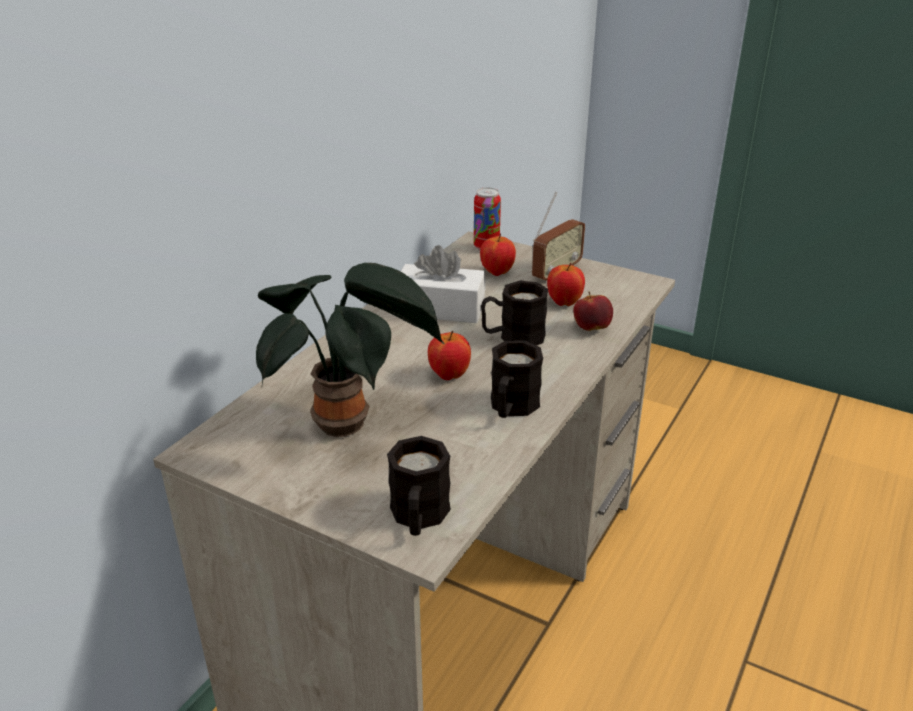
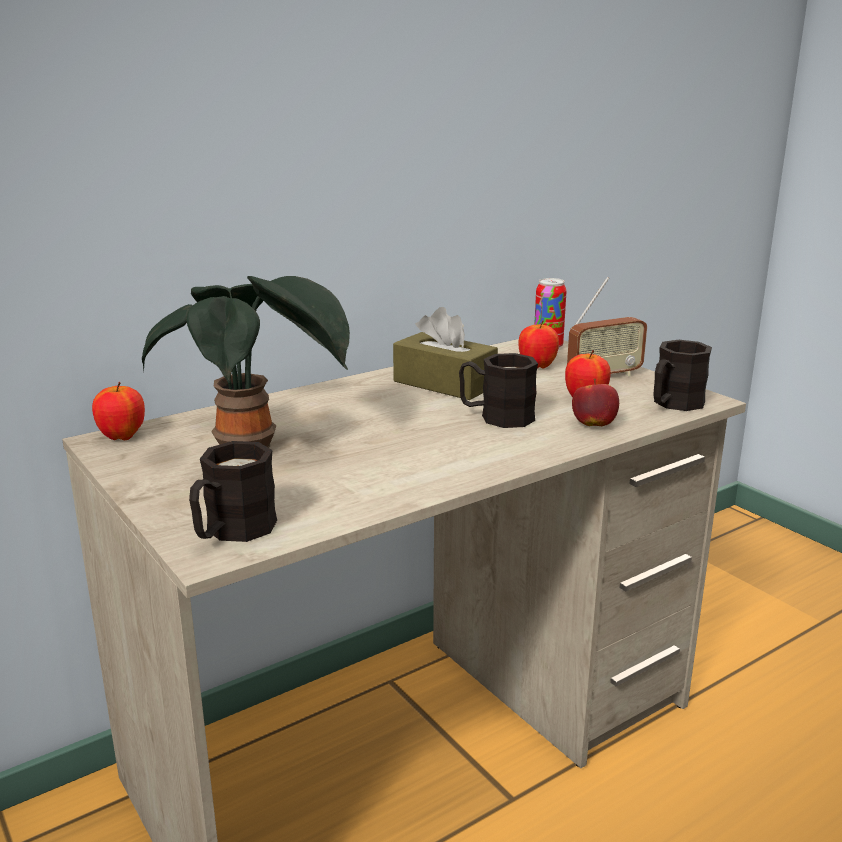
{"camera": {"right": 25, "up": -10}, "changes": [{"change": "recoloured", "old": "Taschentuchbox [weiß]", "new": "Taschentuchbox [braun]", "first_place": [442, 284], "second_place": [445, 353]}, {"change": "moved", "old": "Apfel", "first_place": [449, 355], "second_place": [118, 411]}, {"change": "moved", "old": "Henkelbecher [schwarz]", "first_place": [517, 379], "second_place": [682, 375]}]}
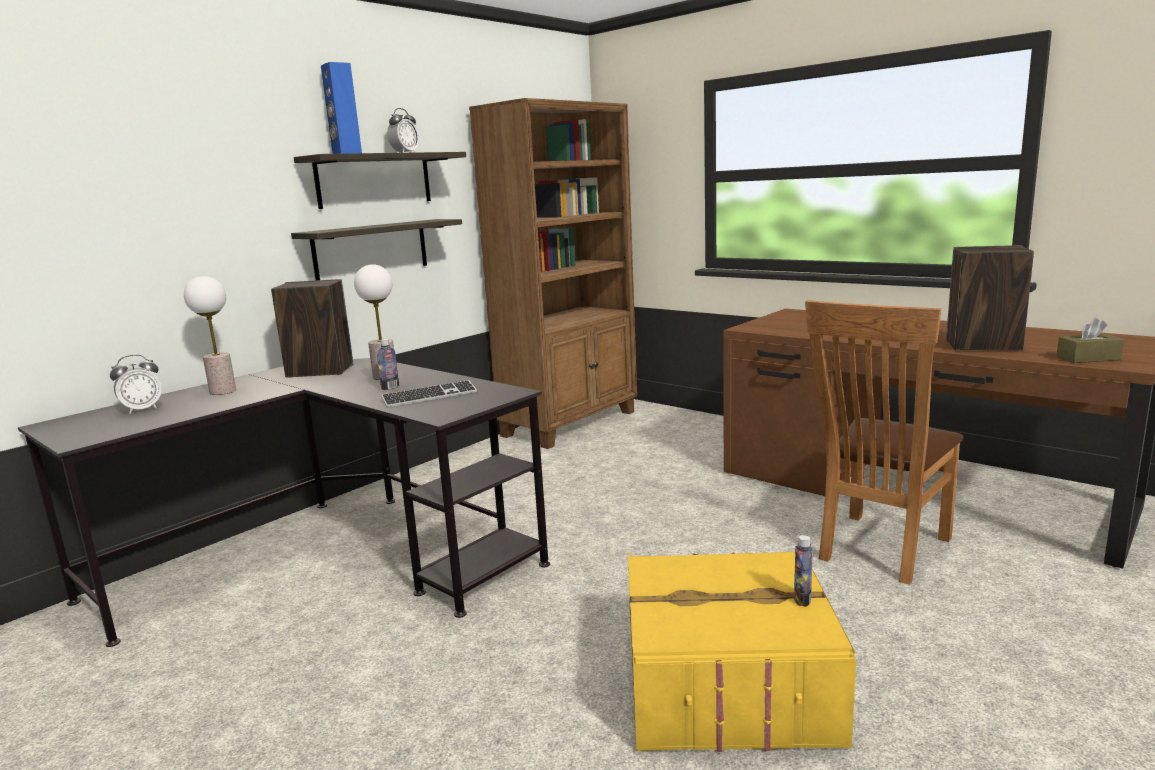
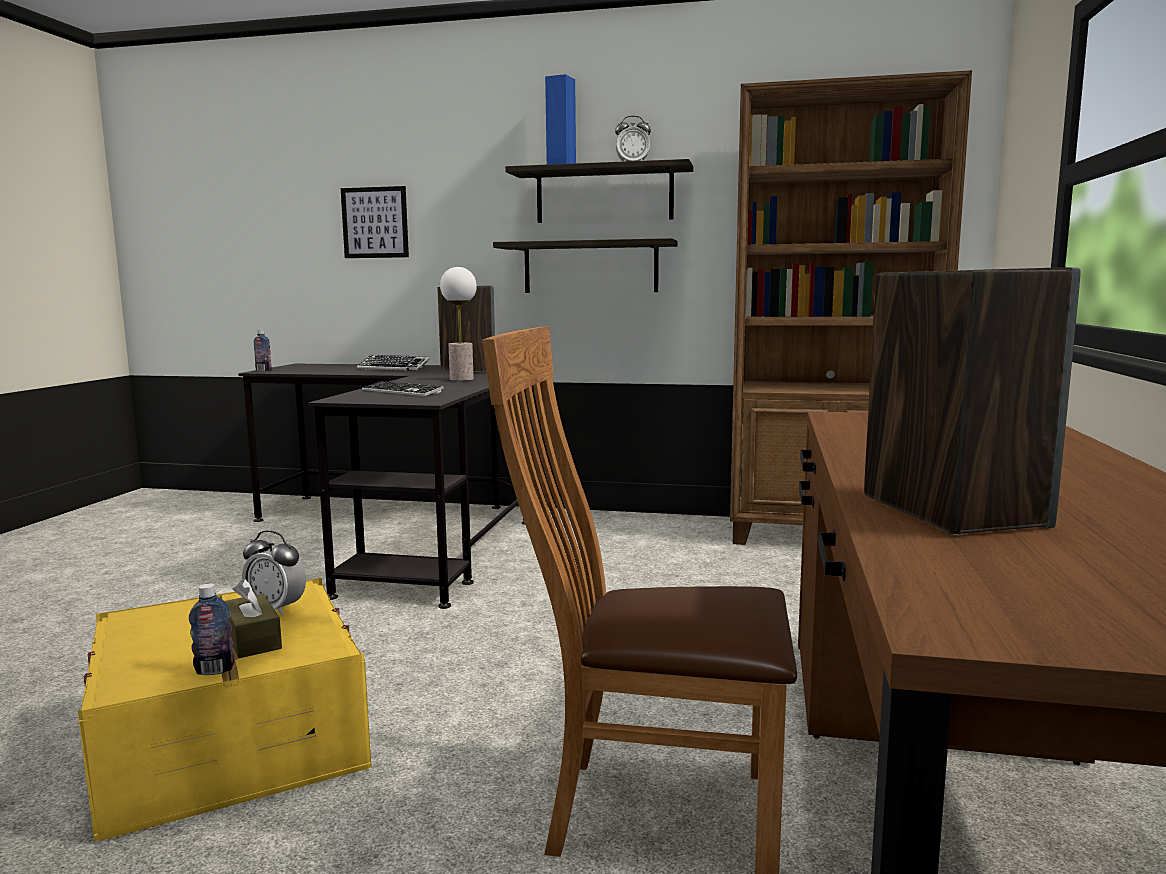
{"camera": {"right": 60, "up": -5}, "changes": [{"change": "moved", "old": "Wecker", "first_place": [136, 384], "second_place": [274, 573]}, {"change": "replaced", "old": "Tischlampe", "new": "Tastatur", "first_place": [210, 335], "second_place": [393, 363]}, {"change": "moved", "old": "Flasche", "first_place": [388, 364], "second_place": [263, 350]}, {"change": "moved", "old": "Taschentuchbox [braun]", "first_place": [1090, 340], "second_place": [253, 618]}, {"change": "added", "new": "Bild", "second_place": [375, 222]}]}
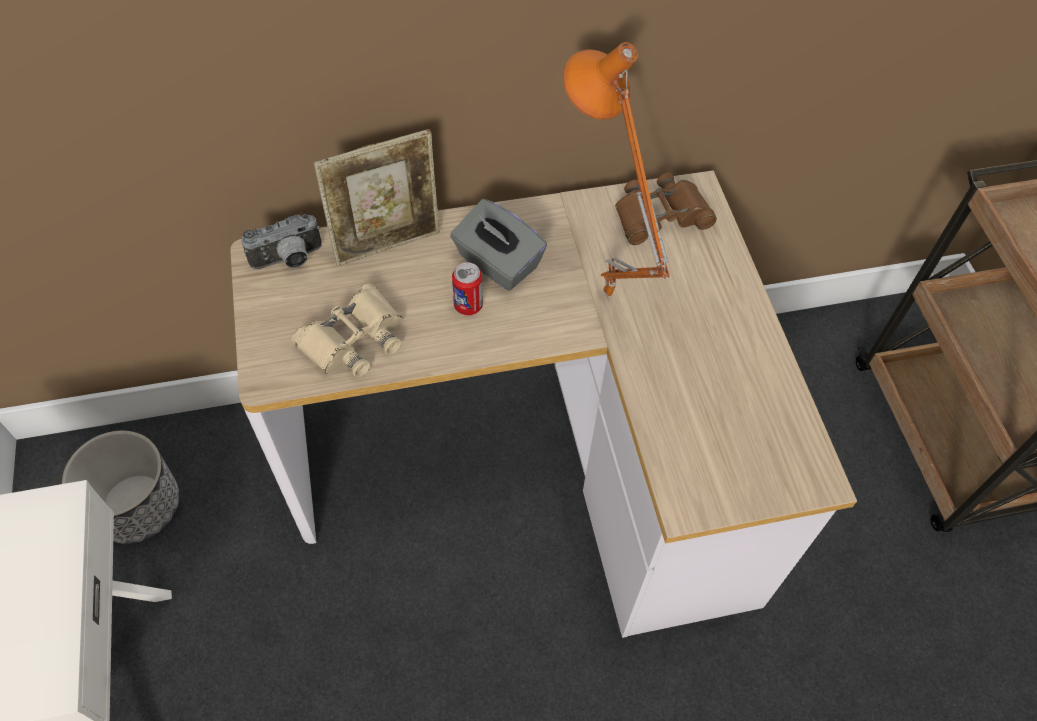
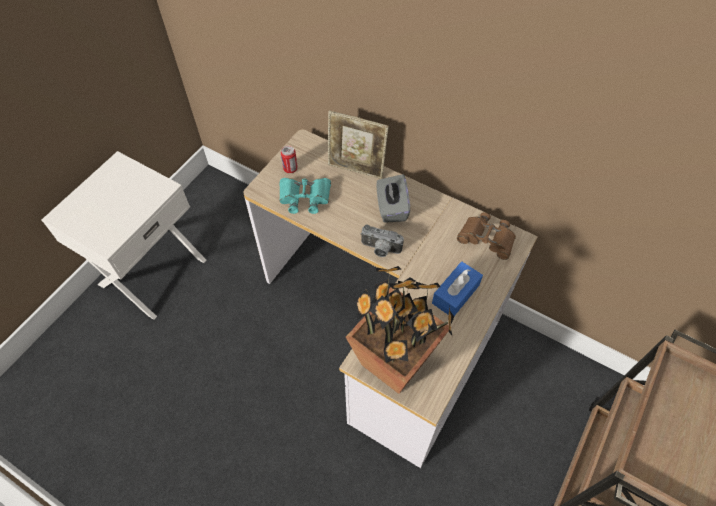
{"camera": {"right": 45, "up": 0}, "changes": [{"change": "removed", "old": "Pflanzkübel", "first_place": [120, 487]}, {"change": "moved", "old": "Kamera", "first_place": [281, 242], "second_place": [382, 241]}, {"change": "recoloured", "old": "Fernglas [beige]", "new": "Fernglas [türkis]", "first_place": [346, 330], "second_place": [305, 196]}, {"change": "moved", "old": "Dose", "first_place": [467, 288], "second_place": [289, 159]}, {"change": "removed", "old": "Tischlampe [orange]", "first_place": [616, 171]}, {"change": "added", "new": "Topfpflanze", "second_place": [400, 330]}, {"change": "added", "new": "Taschentuchbox [blau]", "second_place": [457, 288]}]}
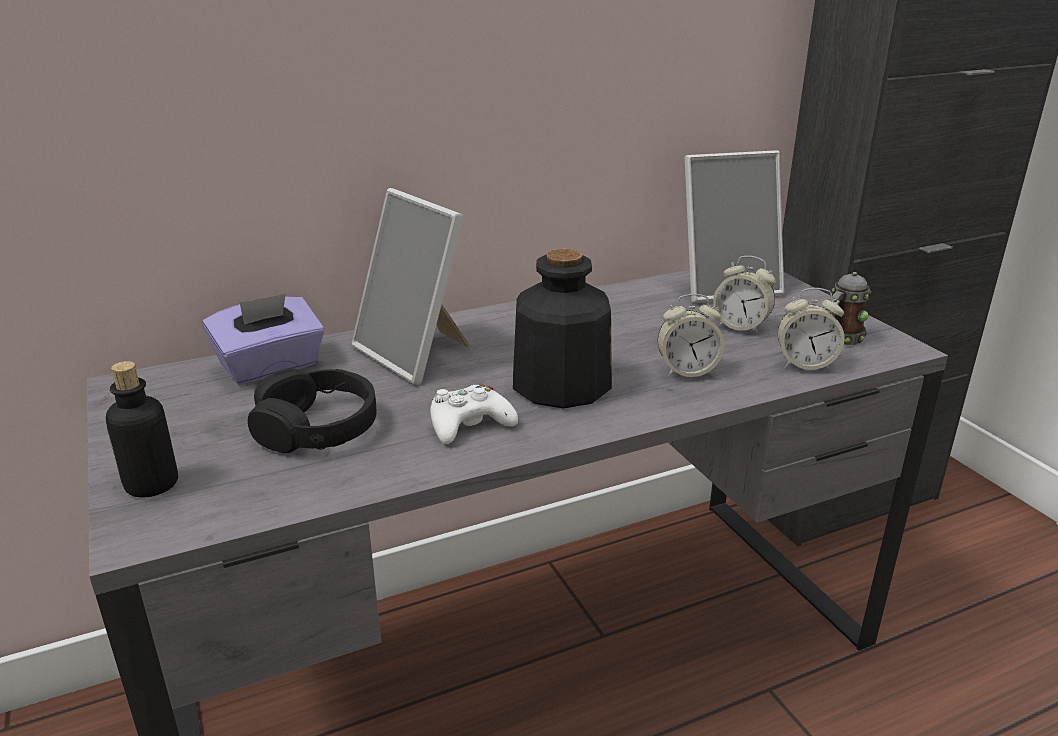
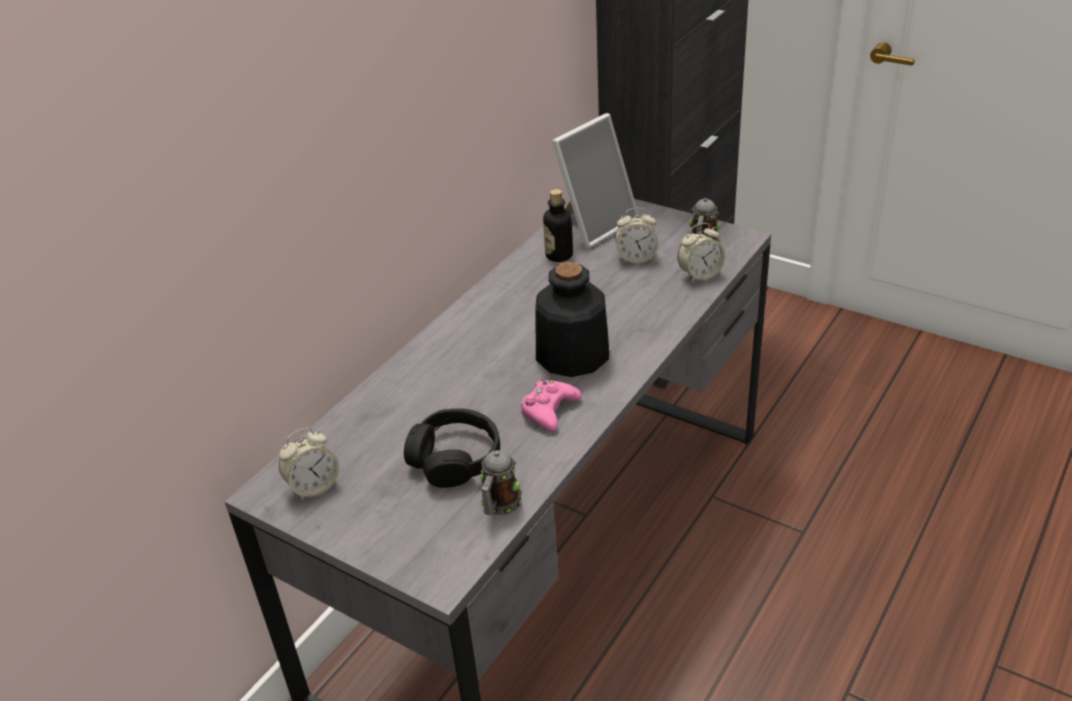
{"camera": {"right": -30, "up": 10}, "changes": [{"change": "moved", "old": "Flasche", "first_place": [142, 429], "second_place": [558, 225]}, {"change": "removed", "old": "Taschentuchbox [lila]", "first_place": [263, 339]}, {"change": "removed", "old": "Bilderrahmen", "first_place": [411, 286]}, {"change": "recoloured", "old": "Gamepad [weiß]", "new": "Gamepad [rosa]", "first_place": [474, 414], "second_place": [551, 405]}, {"change": "moved", "old": "Wecker", "first_place": [690, 335], "second_place": [309, 464]}, {"change": "added", "new": "Henkelbecher", "second_place": [501, 483]}]}
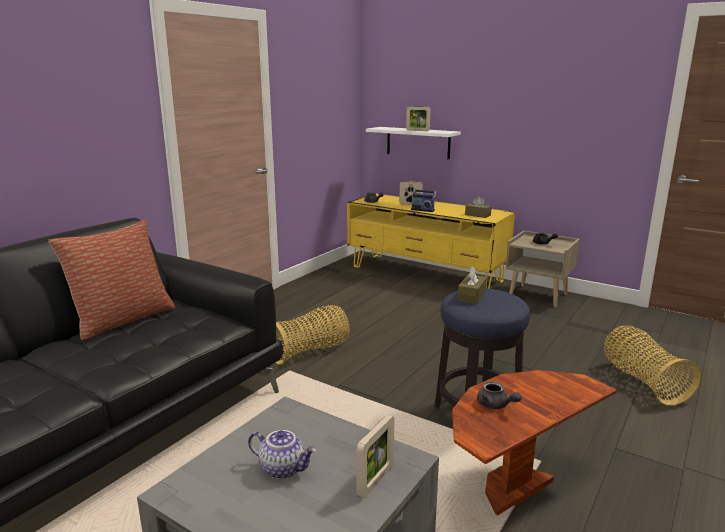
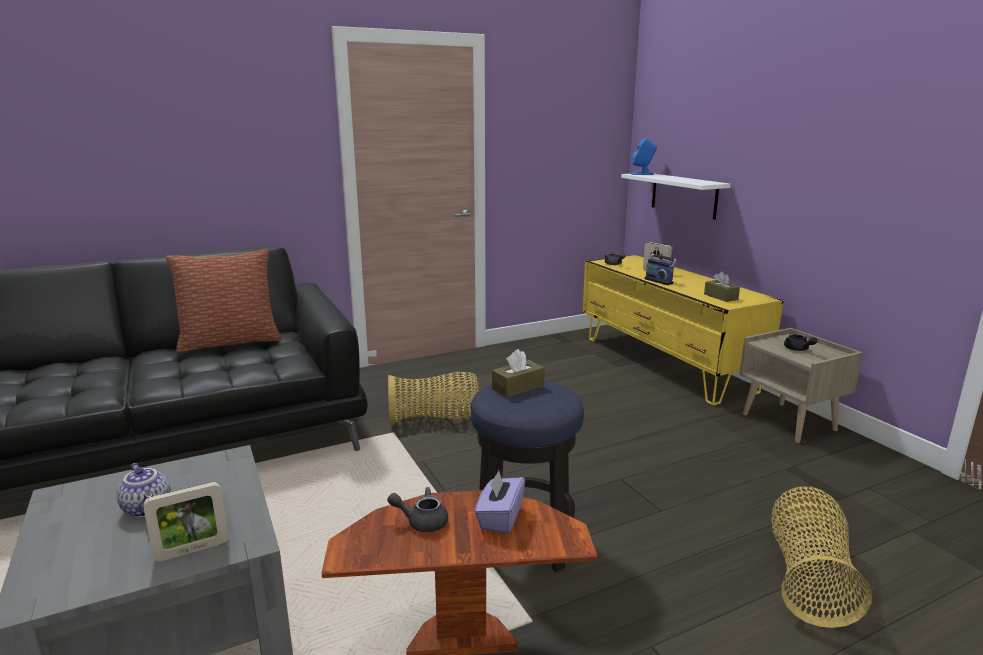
{"camera": {"right": 30, "up": 0}, "changes": [{"change": "removed", "old": "Bilderrahmen", "first_place": [418, 118]}, {"change": "turned", "old": "Teekanne [grau]", "first_place": [499, 395], "second_place": [417, 509], "degrees": 105}, {"change": "added", "new": "Taschentuchbox [lila]", "second_place": [500, 502]}, {"change": "added", "new": "Lautsprecher [blau]", "second_place": [644, 156]}]}
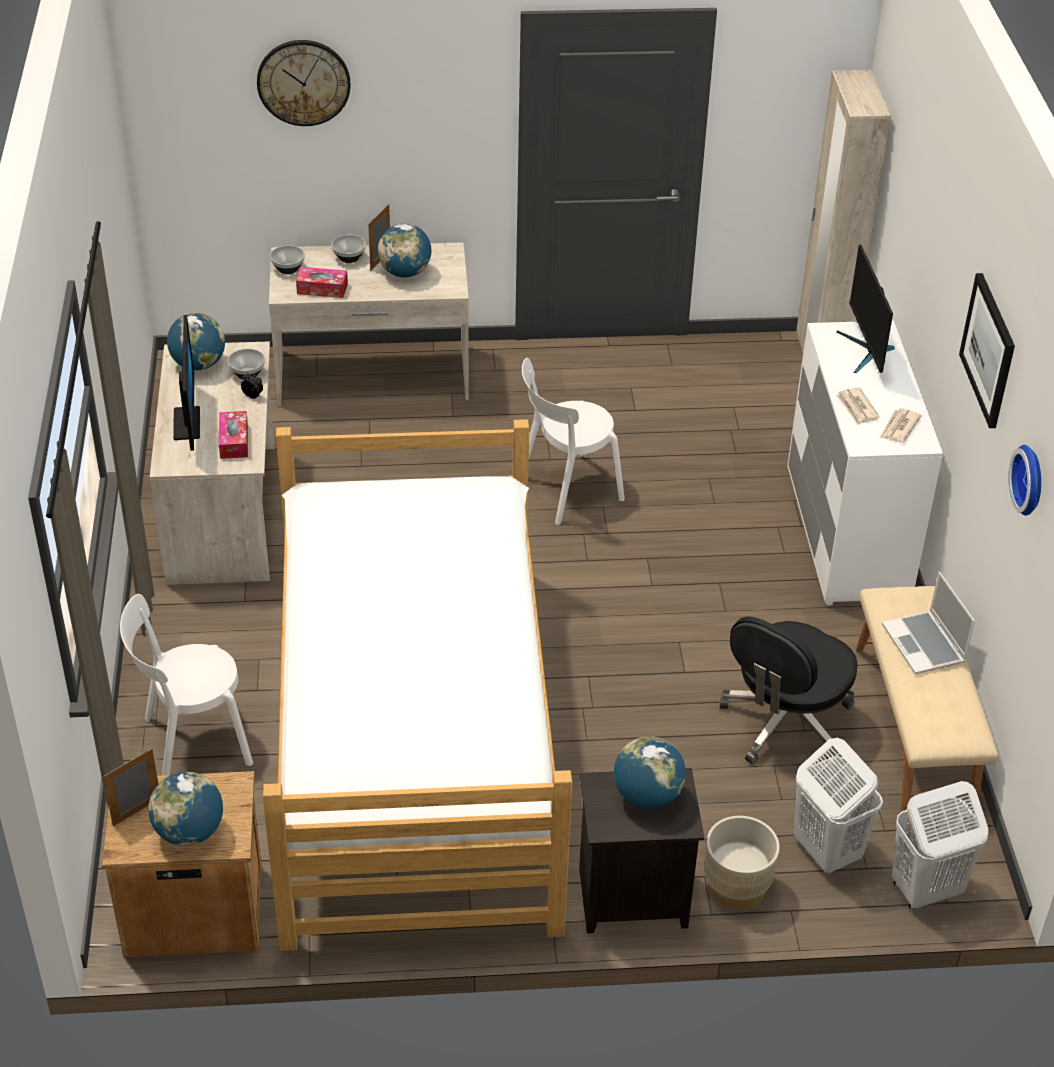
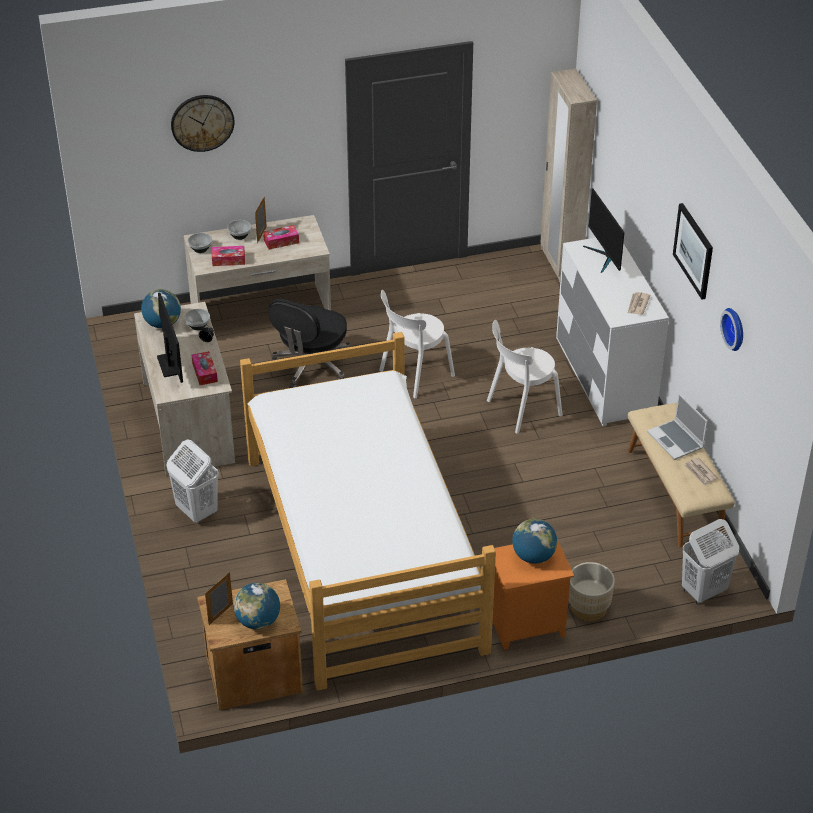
{"camera": {"right": -10, "up": 0}, "changes": [{"change": "moved", "old": "Stuhl [weiß]", "first_place": [186, 684], "second_place": [524, 377]}, {"change": "replaced", "old": "Globus", "new": "Taschentuchbox", "first_place": [404, 250], "second_place": [281, 237]}, {"change": "recoloured", "old": "Nachttisch [schwarz]", "new": "Nachttisch [orange]", "first_place": [641, 850], "second_place": [533, 594]}, {"change": "moved", "old": "Bürostuhl [schwarz]", "first_place": [788, 690], "second_place": [309, 343]}, {"change": "moved", "old": "Wäschekorb [weiß]", "first_place": [838, 805], "second_place": [193, 481]}, {"change": "moved", "old": "Zeitung", "first_place": [858, 406], "second_place": [701, 471]}]}
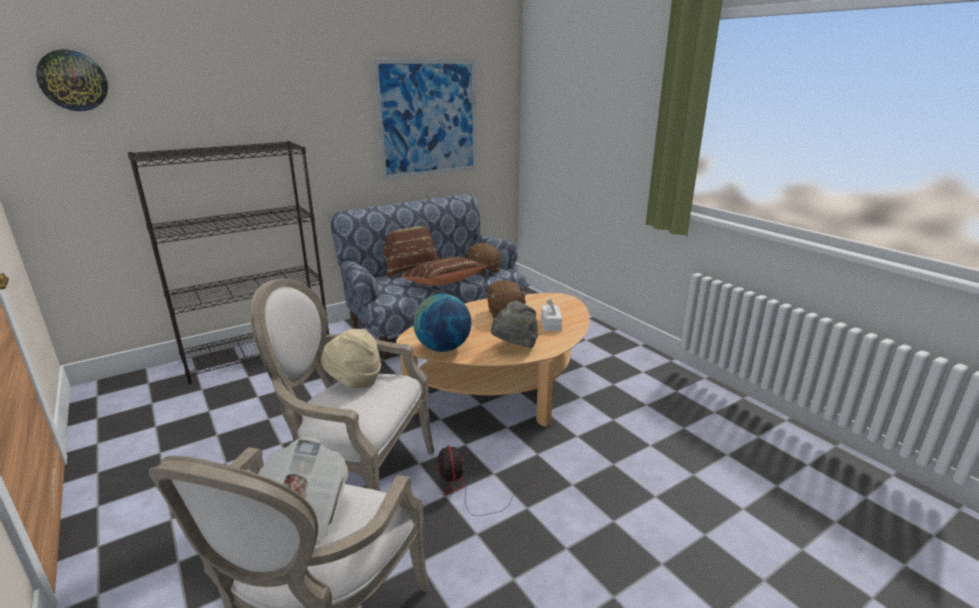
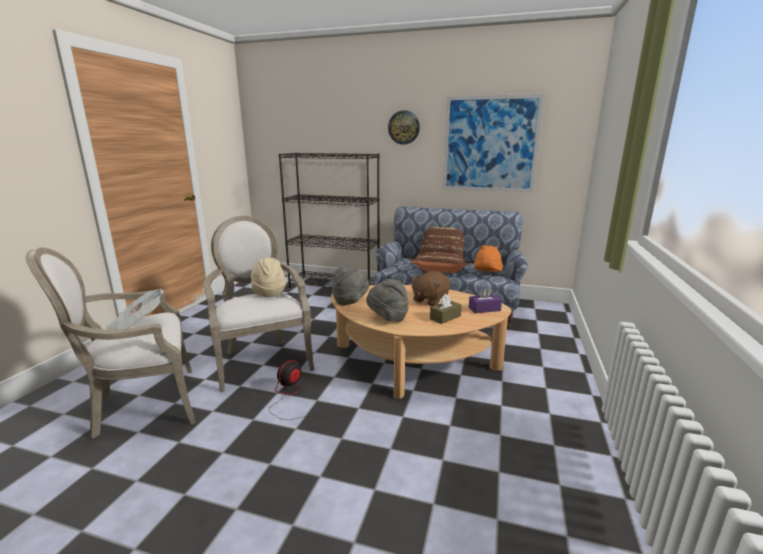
{"camera": {"right": 50, "up": -5}, "changes": [{"change": "moved", "old": "Wanduhr", "first_place": [72, 80], "second_place": [404, 127]}, {"change": "replaced", "old": "Globus", "new": "Hut [grau]", "first_place": [442, 323], "second_place": [350, 286]}, {"change": "replaced", "old": "Plüschtier [braun]", "new": "Hut [orange]", "first_place": [485, 259], "second_place": [488, 258]}, {"change": "recoloured", "old": "Taschentuchbox [weiß]", "new": "Taschentuchbox [braun]", "first_place": [551, 315], "second_place": [446, 309]}, {"change": "added", "new": "Taschentuchbox [lila]", "second_place": [485, 300]}]}
